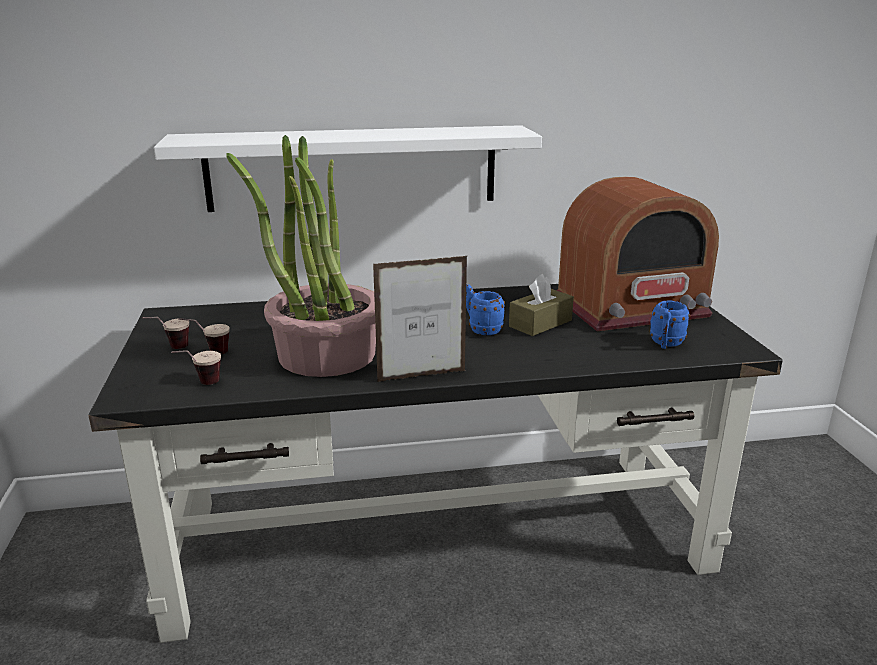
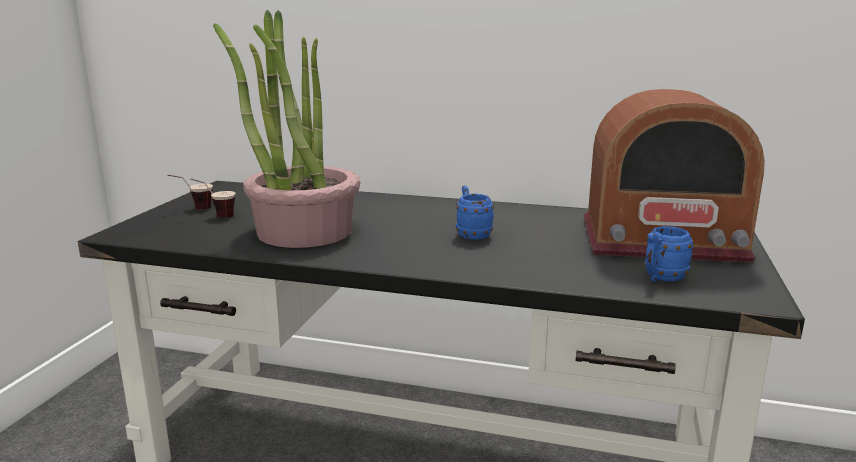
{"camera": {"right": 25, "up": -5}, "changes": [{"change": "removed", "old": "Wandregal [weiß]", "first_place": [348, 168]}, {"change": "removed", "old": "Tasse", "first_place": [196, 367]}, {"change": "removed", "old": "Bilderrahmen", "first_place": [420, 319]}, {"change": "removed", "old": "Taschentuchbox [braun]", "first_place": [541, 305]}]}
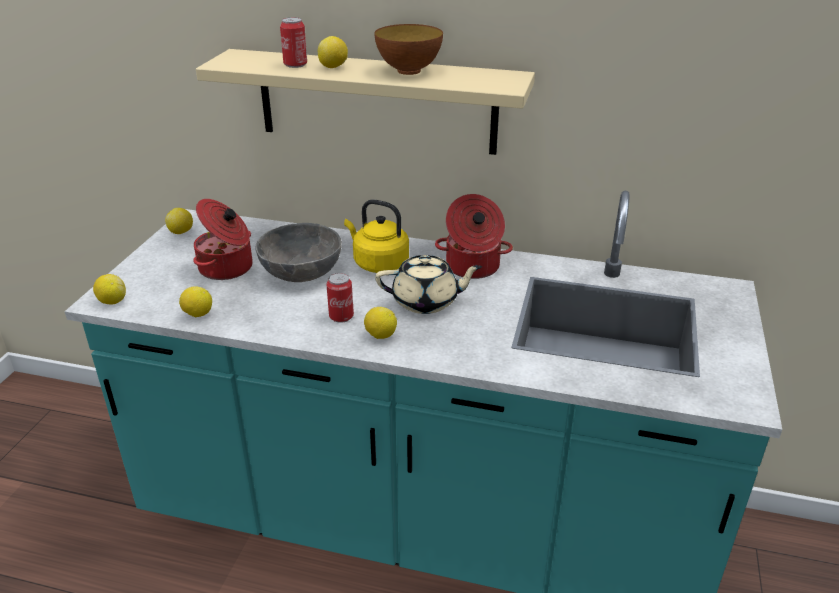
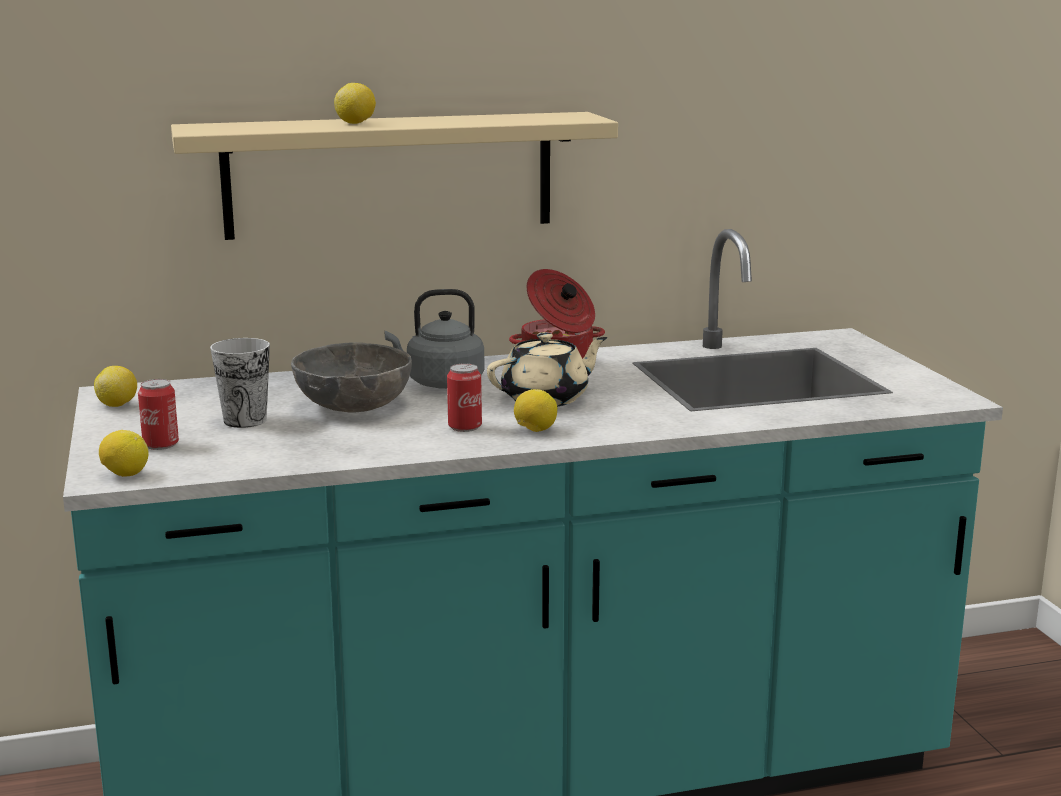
{"camera": {"right": -30, "up": -15}, "changes": [{"change": "removed", "old": "Zitrone", "first_place": [195, 301]}, {"change": "replaced", "old": "Kochtopf", "new": "Tasse", "first_place": [223, 239], "second_place": [240, 383]}, {"change": "moved", "old": "Dose", "first_place": [293, 42], "second_place": [158, 414]}, {"change": "recoloured", "old": "Wasserkessel [gelb]", "new": "Wasserkessel [grau]", "first_place": [376, 236], "second_place": [434, 339]}, {"change": "removed", "old": "Schüssel", "first_place": [408, 49]}]}
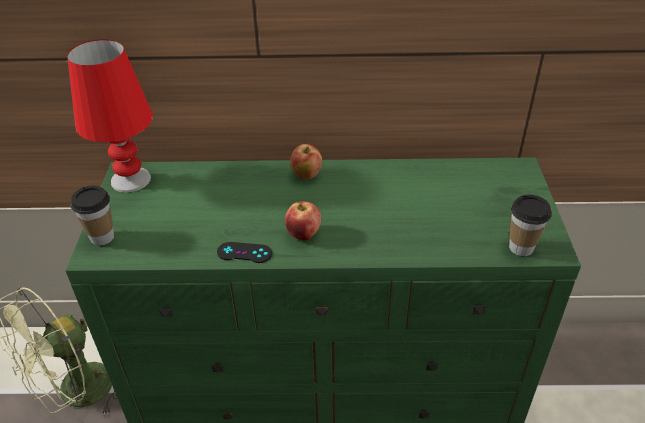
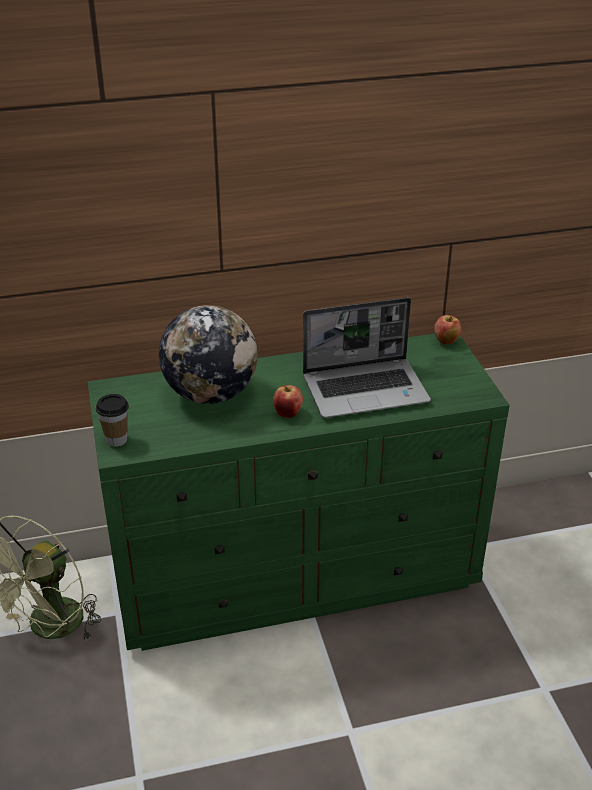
{"camera": {"right": -15, "up": -5}, "changes": [{"change": "removed", "old": "Tischlampe [rot]", "first_place": [110, 116]}, {"change": "removed", "old": "Gamepad [schwarz]", "first_place": [244, 252]}, {"change": "moved", "old": "Apfel", "first_place": [306, 161], "second_place": [448, 330]}, {"change": "removed", "old": "Tasse", "first_place": [530, 225]}, {"change": "added", "new": "Globus", "second_place": [208, 354]}, {"change": "added", "new": "Laptop", "second_place": [367, 357]}]}
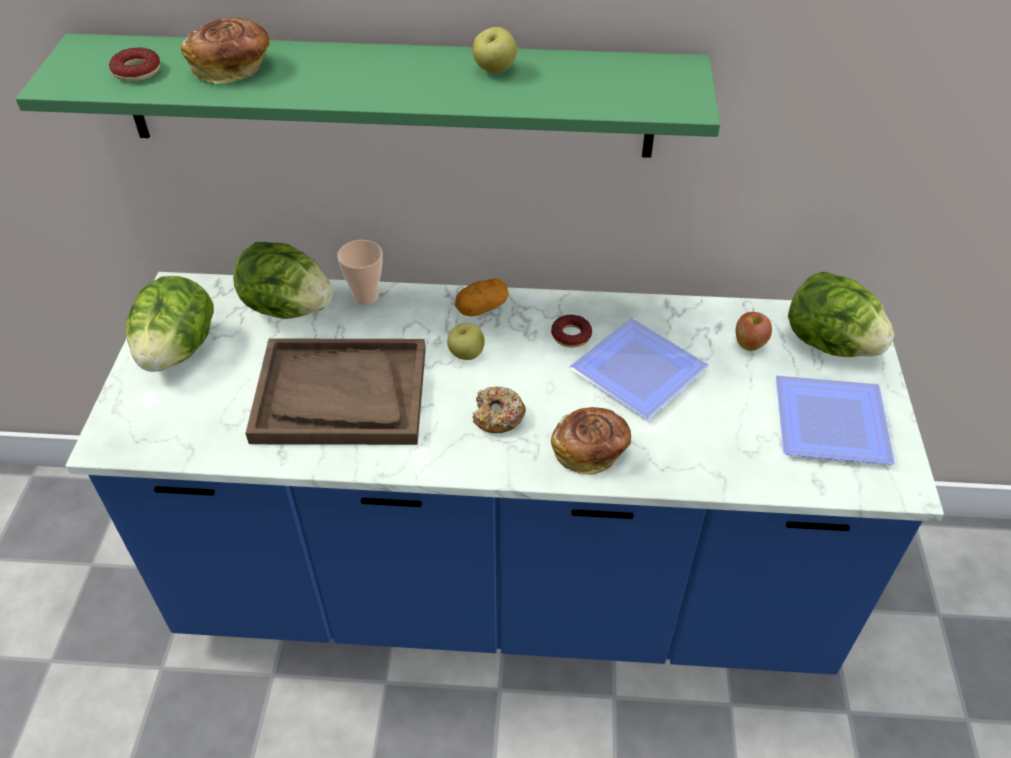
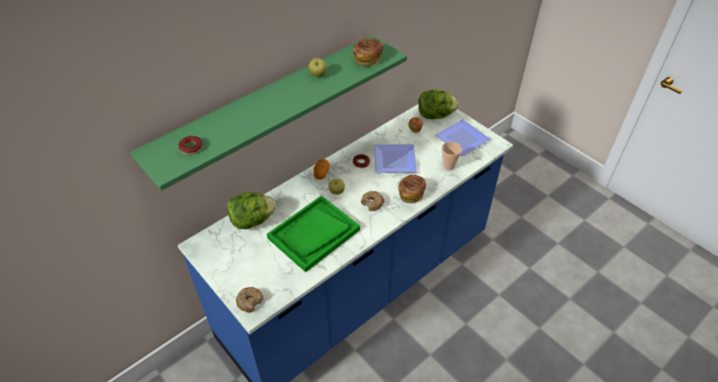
{"camera": {"right": -45, "up": 0}, "changes": [{"change": "removed", "old": "Salatkopf", "first_place": [170, 324]}, {"change": "moved", "old": "Brot", "first_place": [225, 50], "second_place": [368, 52]}, {"change": "recoloured", "old": "Tablett [braun]", "new": "Tablett [grün]", "first_place": [335, 391], "second_place": [313, 234]}, {"change": "moved", "old": "Tasse", "first_place": [360, 272], "second_place": [452, 156]}, {"change": "added", "new": "Donut", "second_place": [249, 300]}]}
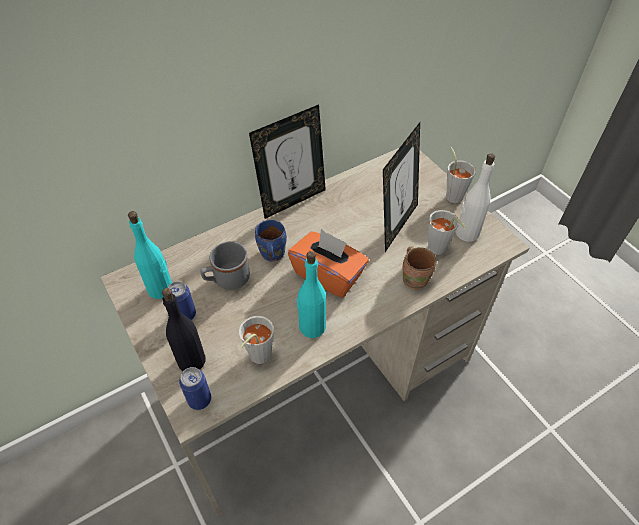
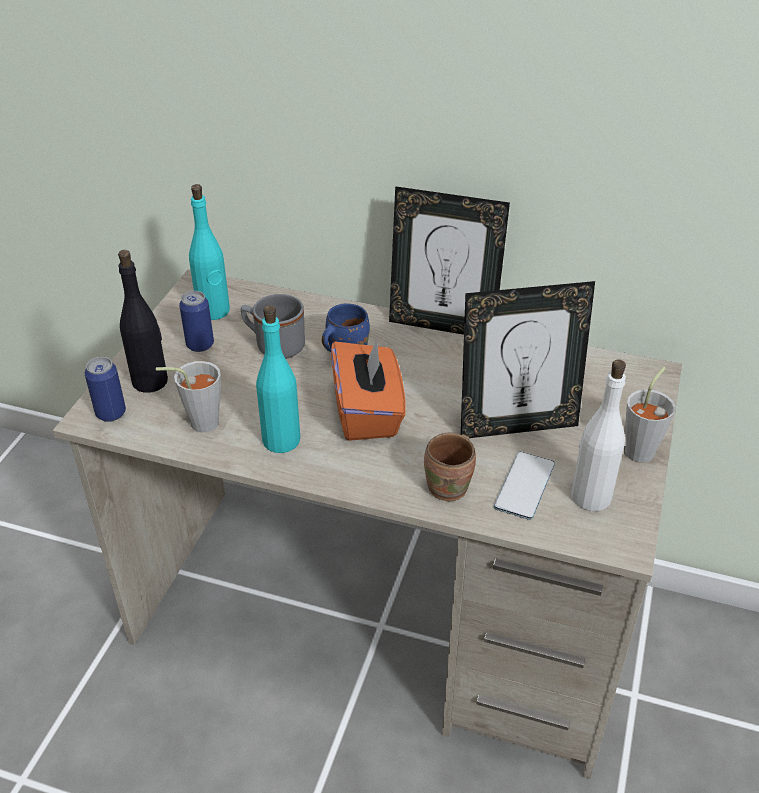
{"camera": {"right": 50, "up": -10}, "changes": [{"change": "replaced", "old": "Tasse [grau]", "new": "Handy", "first_place": [447, 232], "second_place": [524, 485]}]}
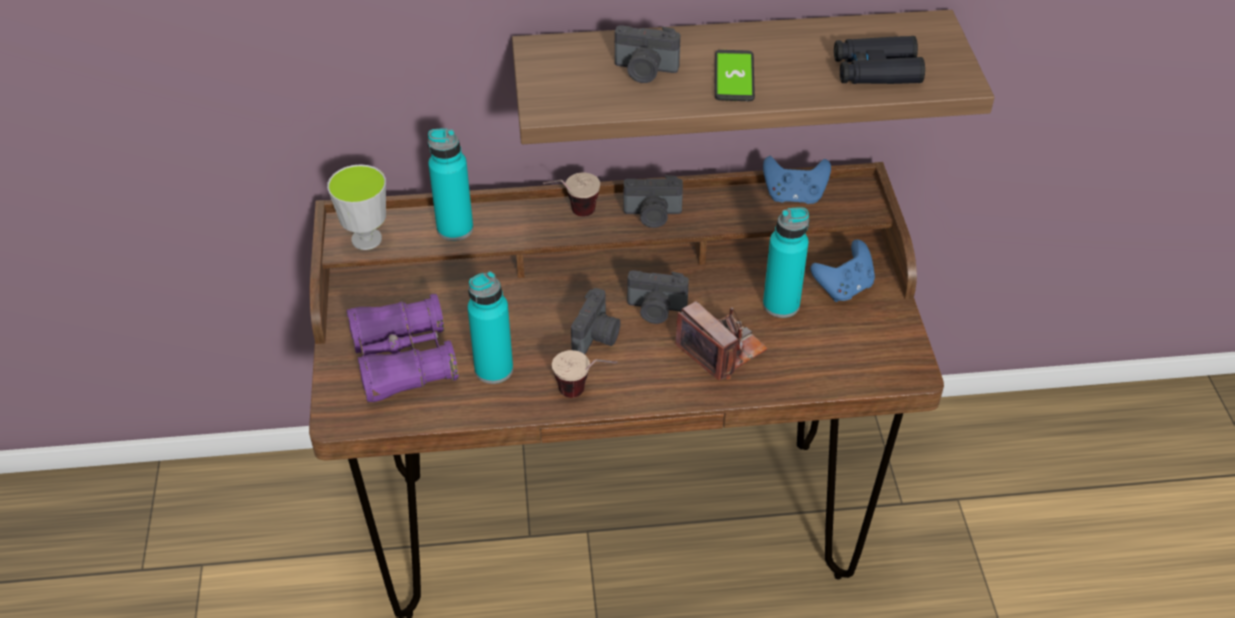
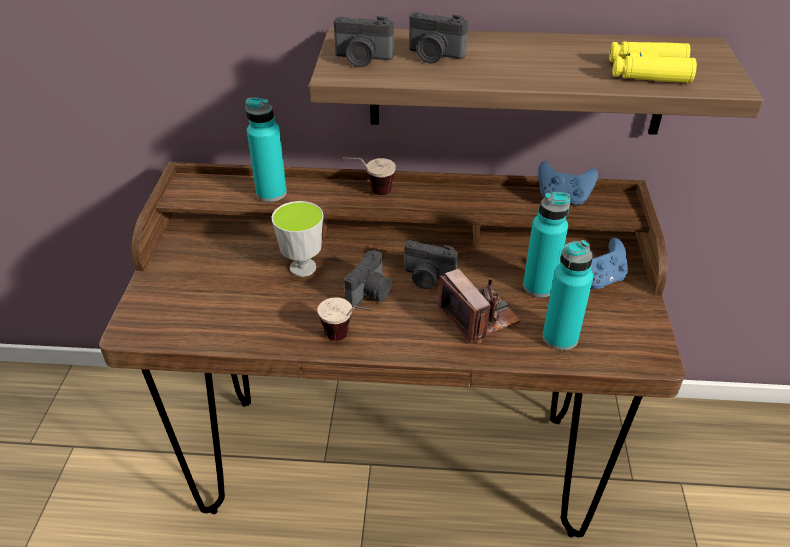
{"camera": {"right": 10, "up": -5}, "changes": [{"change": "moved", "old": "Tasse", "first_place": [356, 207], "second_place": [297, 239]}, {"change": "removed", "old": "Fernglas [lila]", "first_place": [403, 348]}, {"change": "moved", "old": "Flasche [türkis]", "first_place": [490, 327], "second_place": [567, 295]}, {"change": "moved", "old": "Kamera", "first_place": [653, 201], "second_place": [364, 41]}, {"change": "removed", "old": "Handy", "first_place": [734, 75]}, {"change": "recoloured", "old": "Fernglas [schwarz]", "new": "Fernglas [gelb]", "first_place": [879, 60], "second_place": [653, 62]}]}
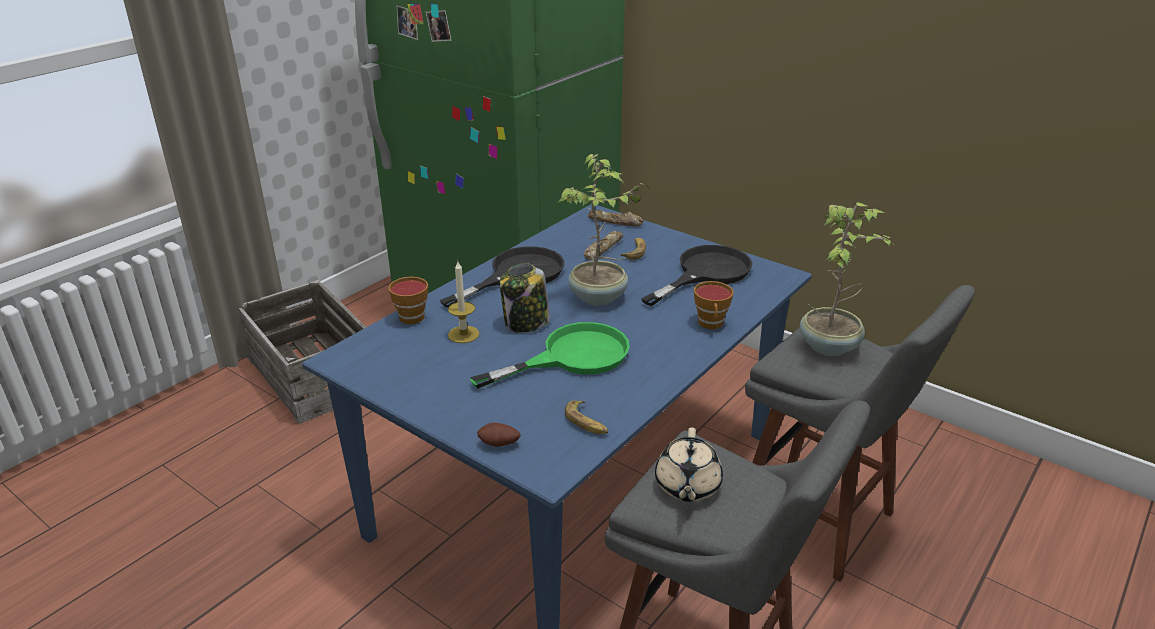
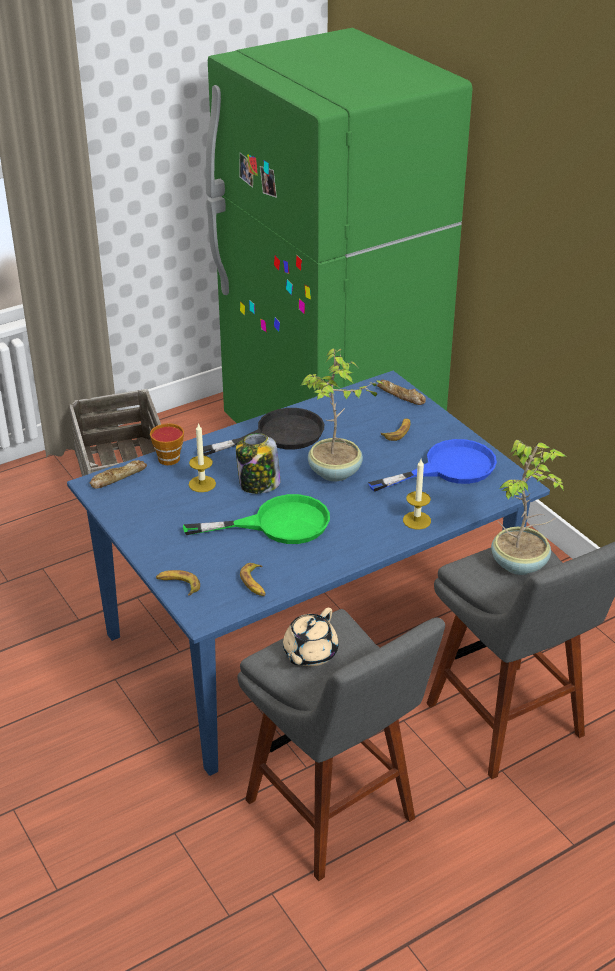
{"camera": {"right": 20, "up": 5}, "changes": [{"change": "replaced", "old": "Kartoffel", "new": "Banane", "first_place": [499, 434], "second_place": [178, 583]}, {"change": "moved", "old": "Brot", "first_place": [603, 245], "second_place": [118, 474]}, {"change": "recoloured", "old": "Pfanne [schwarz]", "new": "Pfanne [blau]", "first_place": [697, 275], "second_place": [432, 465]}, {"change": "replaced", "old": "Tasse", "new": "Kerze", "first_place": [714, 305], "second_place": [417, 494]}]}
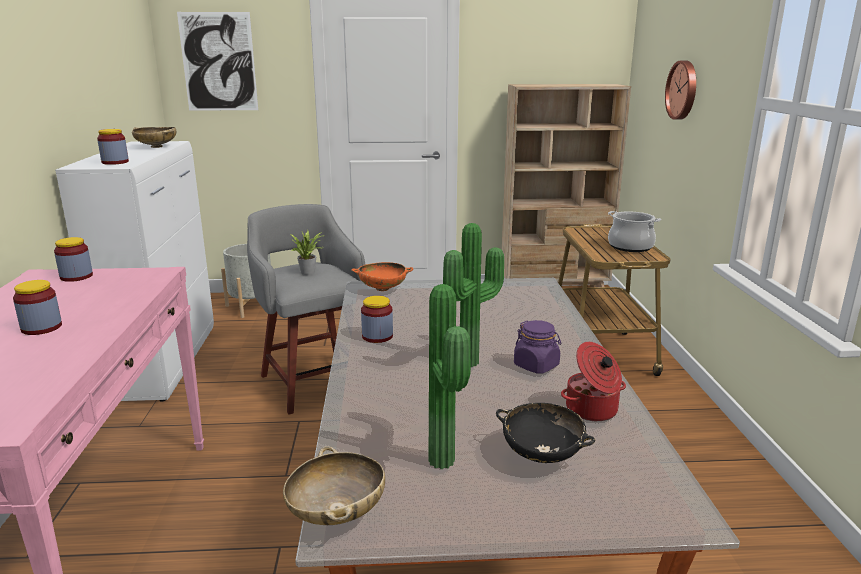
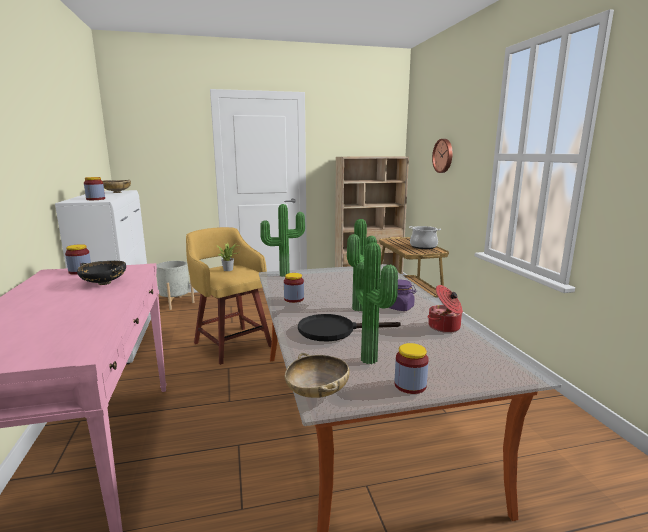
{"camera": {"right": -10, "up": -5}, "changes": [{"change": "moved", "old": "Vorratsglas", "first_place": [37, 307], "second_place": [412, 368]}, {"change": "removed", "old": "Bild", "first_place": [217, 61]}, {"change": "recoloured", "old": "Hocker [grau]", "new": "Hocker [gelb]", "first_place": [306, 309], "second_place": [229, 296]}, {"change": "replaced", "old": "Schüssel [orange]", "new": "Topfpflanze", "first_place": [382, 276], "second_place": [282, 240]}, {"change": "moved", "old": "Schüssel [schwarz]", "first_place": [545, 433], "second_place": [101, 273]}, {"change": "added", "new": "Pfanne [schwarz]", "second_place": [349, 327]}]}
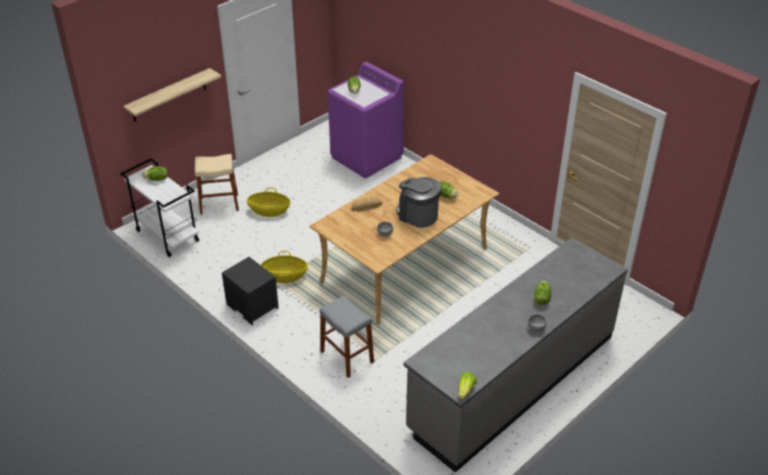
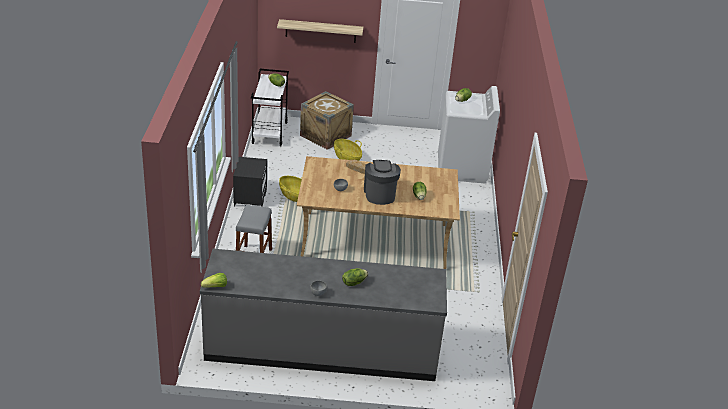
{"camera": {"right": 45, "up": -5}, "changes": [{"change": "replaced", "old": "Hocker [beige]", "new": "Kiste", "first_place": [217, 184], "second_place": [327, 120]}, {"change": "recoloured", "old": "Waschmaschine [lila]", "new": "Waschmaschine [weiß]", "first_place": [366, 120], "second_place": [469, 135]}]}
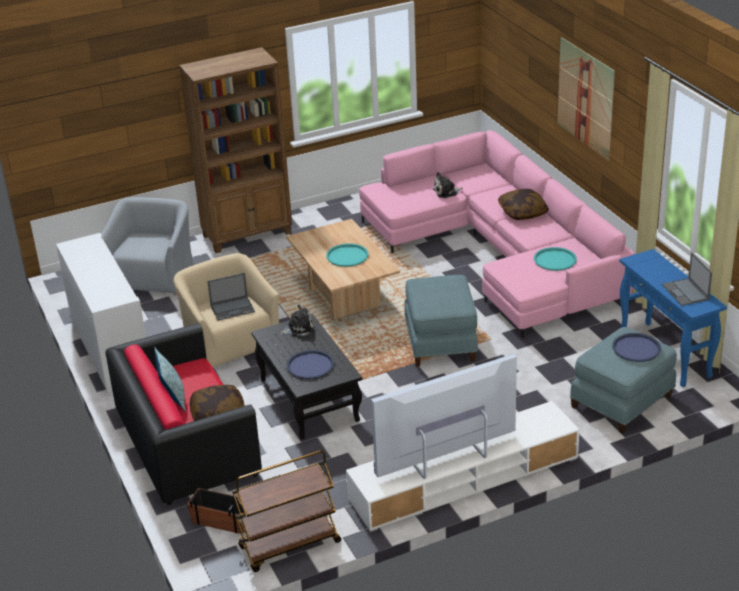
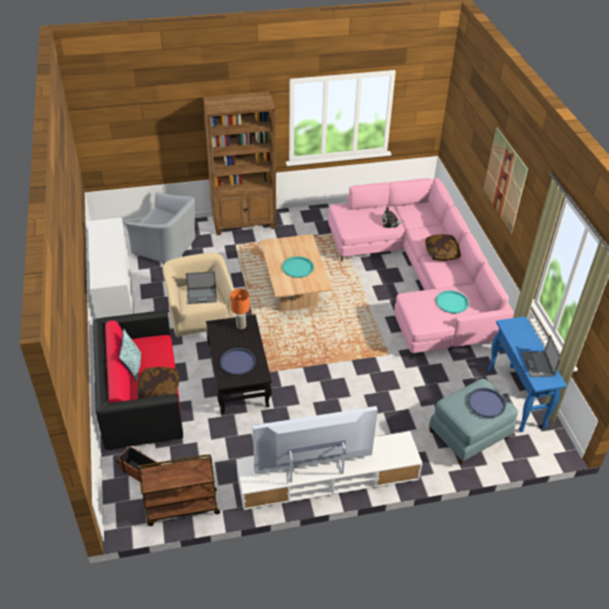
{"camera": {"right": 10, "up": 10}, "changes": [{"change": "turned", "old": "Sessel [grau]", "first_place": [147, 246], "second_place": [160, 228], "degrees": 90}, {"change": "replaced", "old": "Plüschtier", "new": "Tischlampe [orange]", "first_place": [297, 320], "second_place": [240, 309]}, {"change": "removed", "old": "Polsterhocker [blau]", "first_place": [441, 321]}]}
